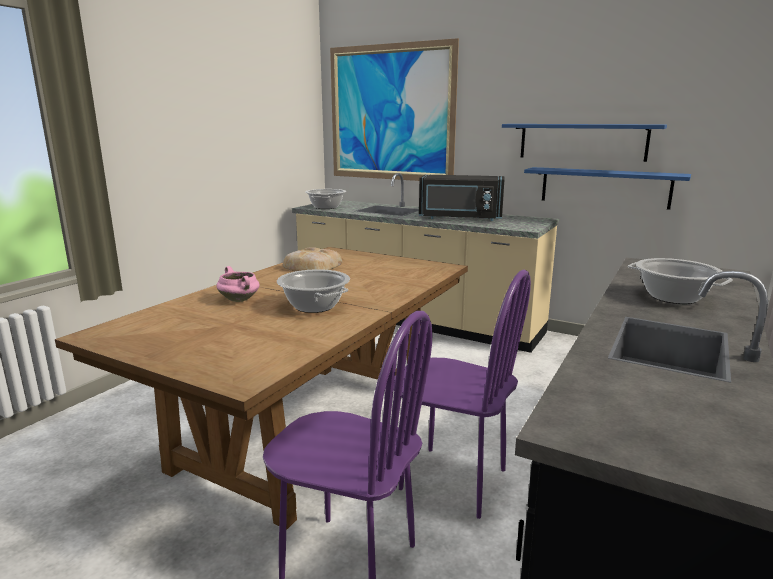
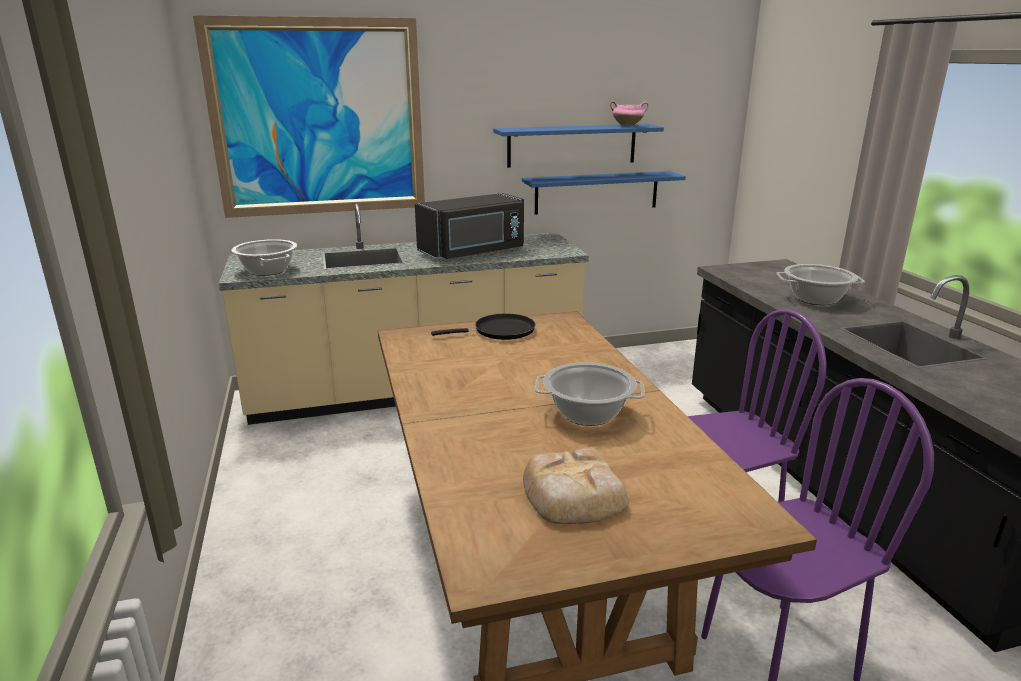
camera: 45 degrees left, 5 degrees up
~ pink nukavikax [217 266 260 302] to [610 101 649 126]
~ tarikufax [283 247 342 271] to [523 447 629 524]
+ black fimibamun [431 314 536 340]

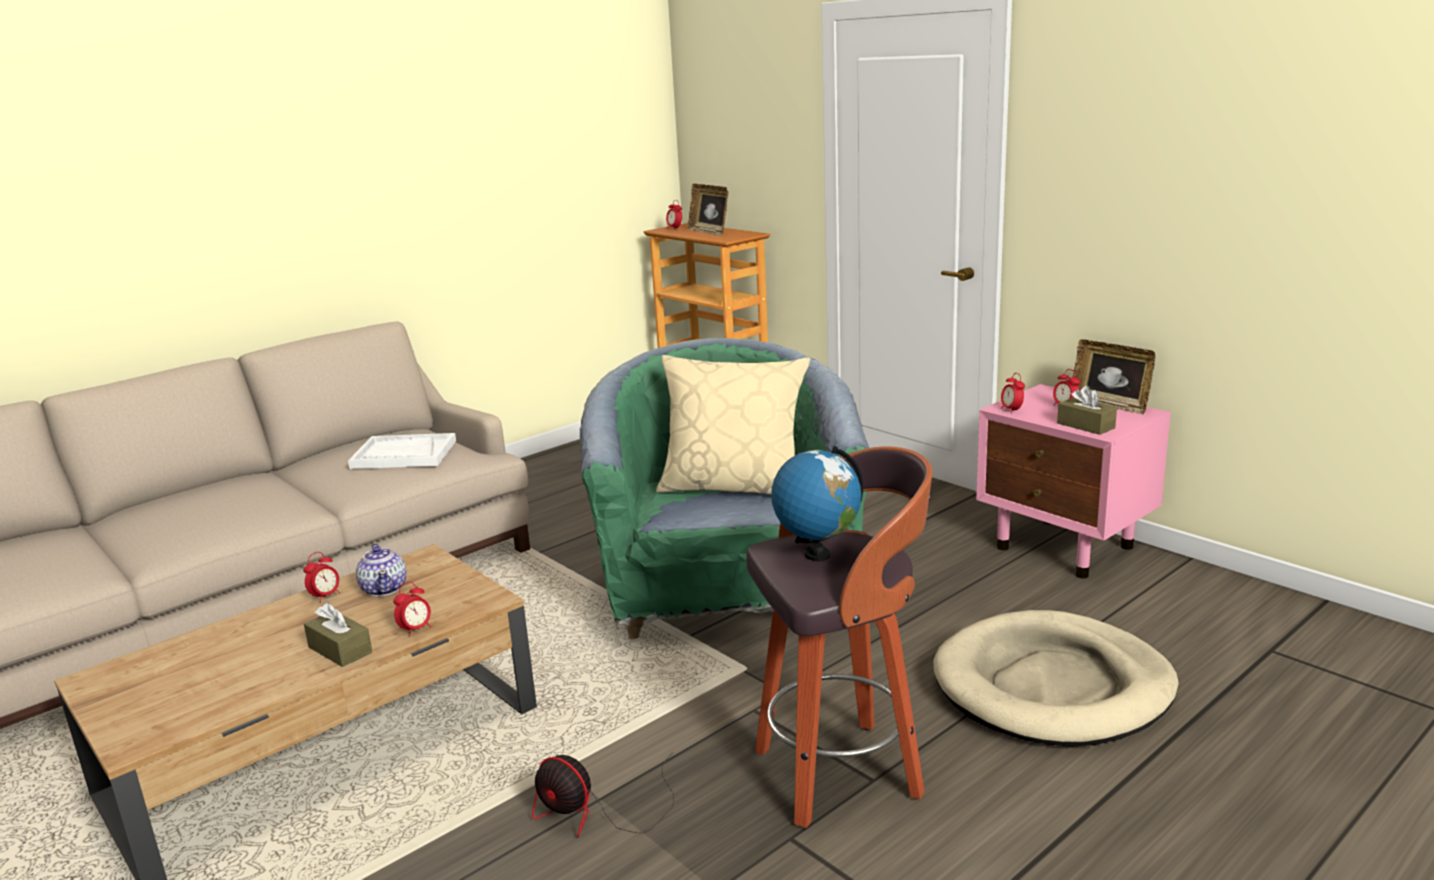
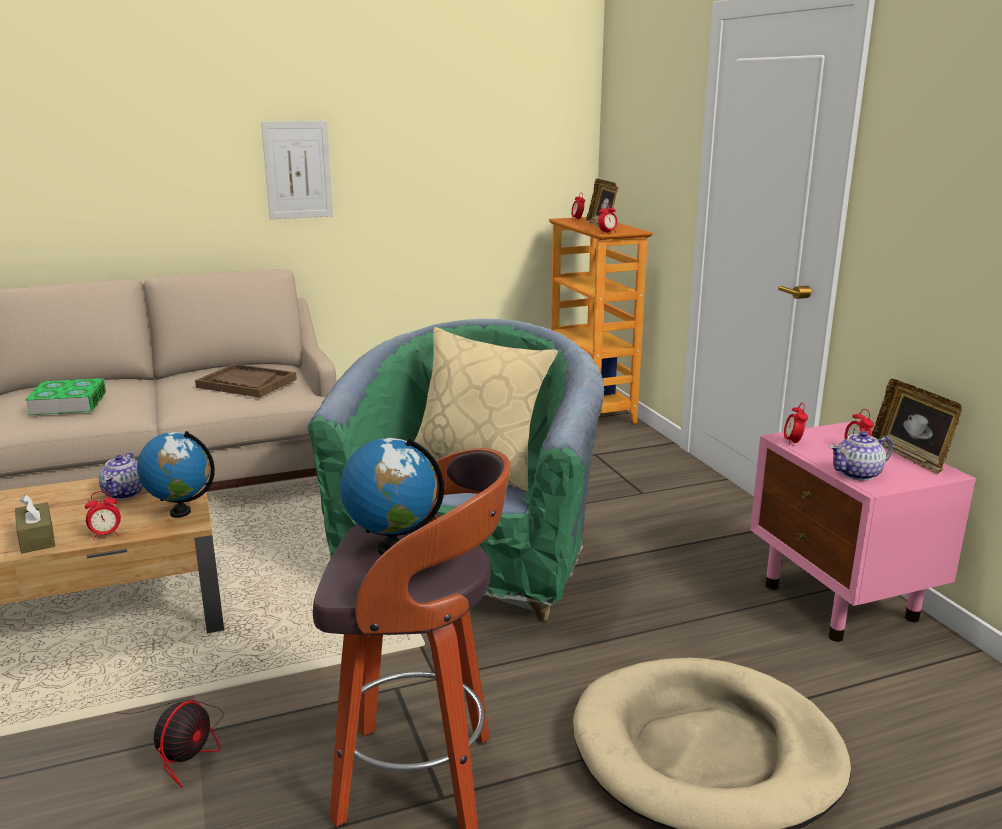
camera: 20 degrees right, 0 degrees up
~ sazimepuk [303 552 340 603] to [598 203 617 234]
~ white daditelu [348 433 456 469] to brown daditelu [195 364 297 398]
~ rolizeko [532 753 674 837] = [117 700 224 788] 120 degrees counterclockwise
~ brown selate [1057 386 1117 435] to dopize [830 431 893 481]
+ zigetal [25 378 106 415]
+ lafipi [137 431 215 518]
+ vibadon [261 121 333 219]

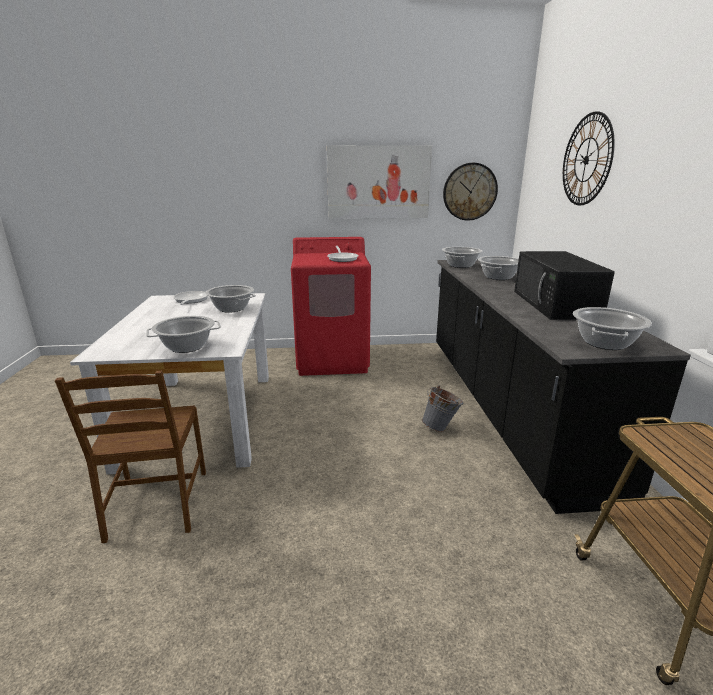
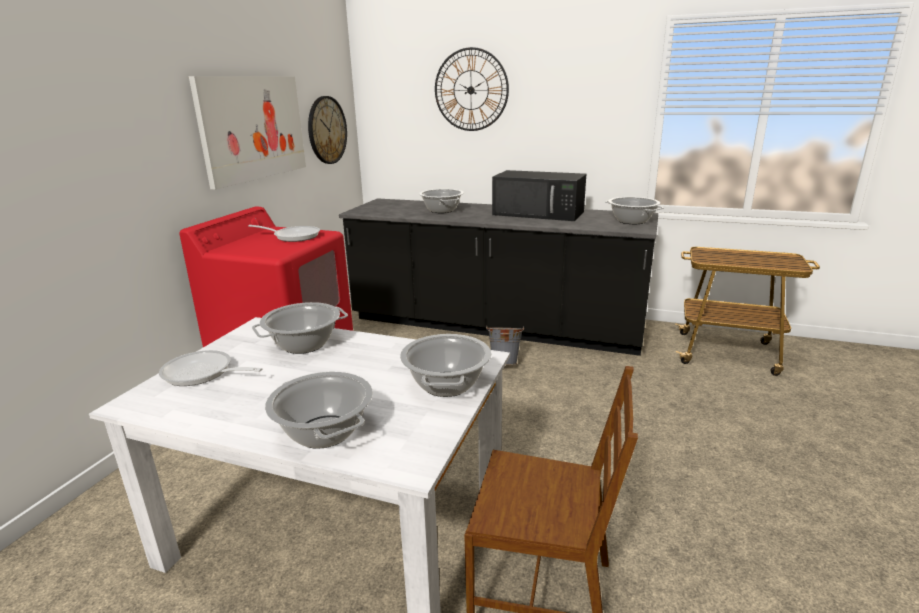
camera: 65 degrees left, 0 degrees up
~ nukavikax [442 247 482 268] to [265 372 373 449]

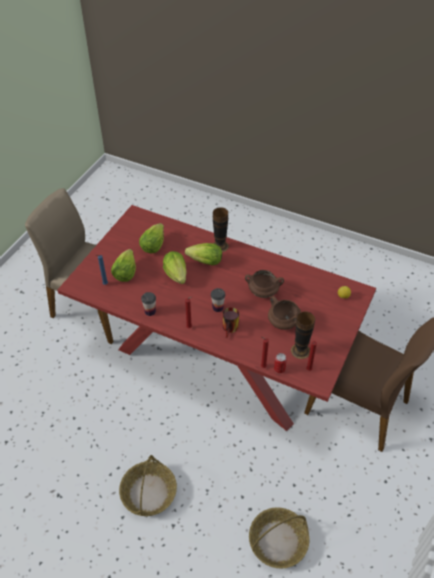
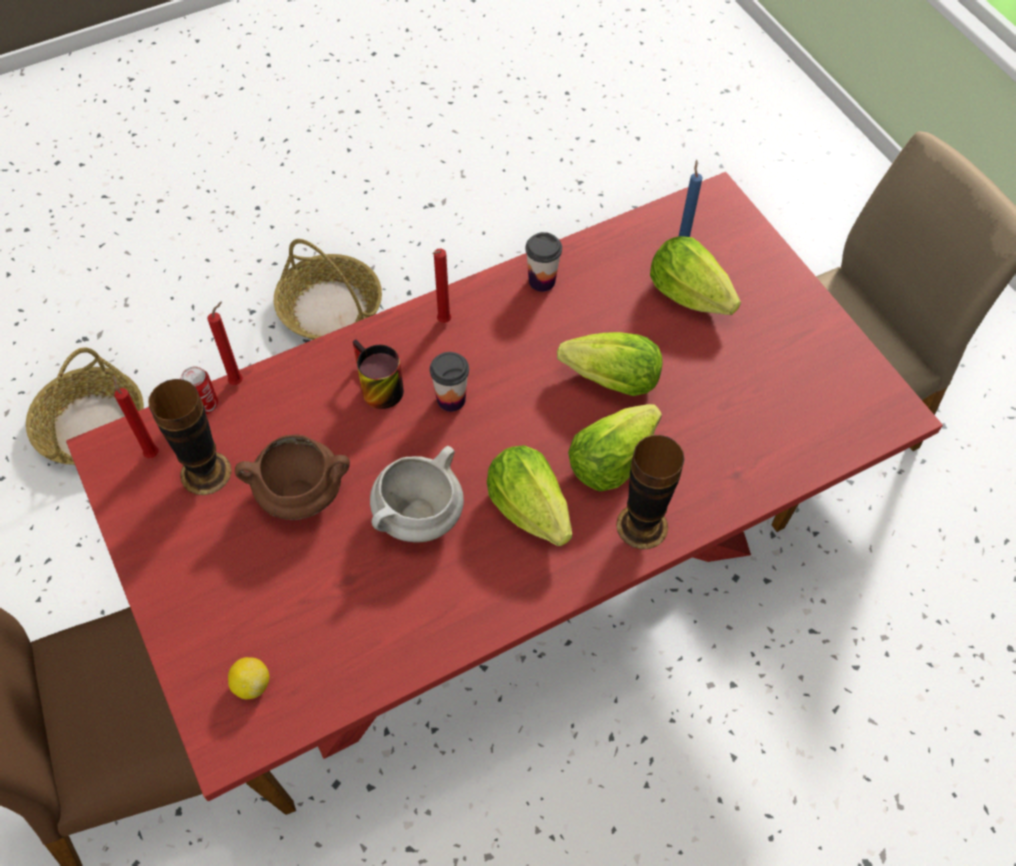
camera: 125 degrees right, 10 degrees up
~ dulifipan [139 223 164 253] to [487 445 572 546]
~ brown nukavikax [245 270 284 298] to white nukavikax [370 446 464 543]

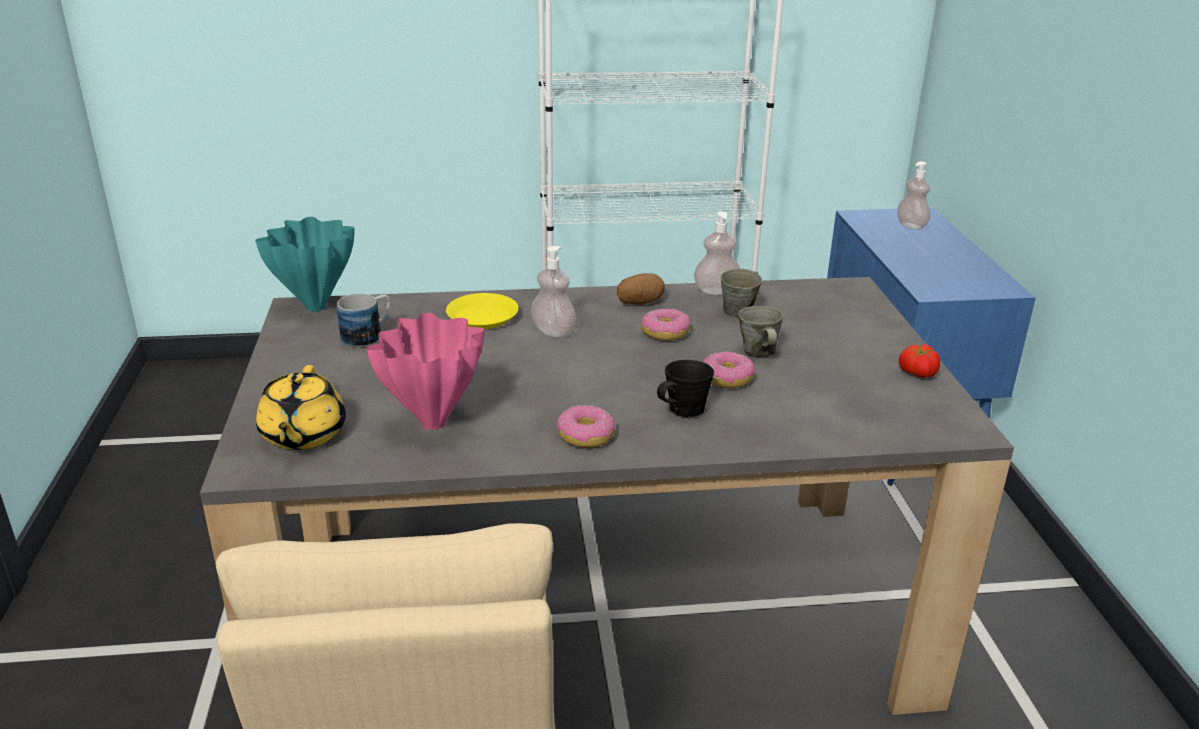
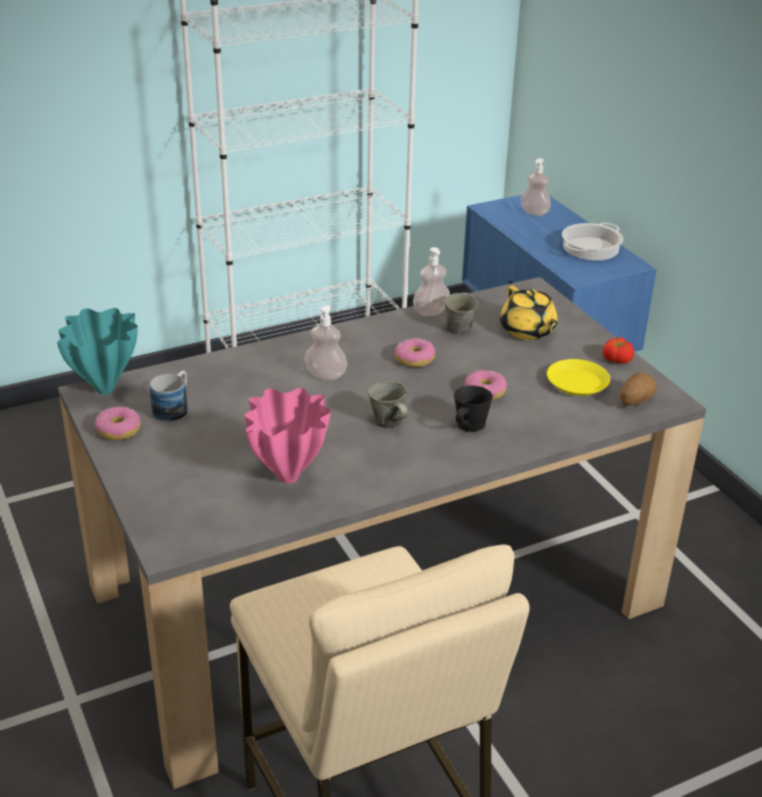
camera: 20 degrees left, 5 degrees up
~ yellow dopize [256 365 346 450] to [500 286 558 340]
~ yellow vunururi [446 293 519 329] to [547 359 610 396]
~ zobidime [557 405 615 448] to [95 407 141 440]
~ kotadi [617 273 665 305] to [620 372 657 406]
~ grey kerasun [738 306 783 357] to [368 381 408 428]
+ nukavikax [562 222 623 260]

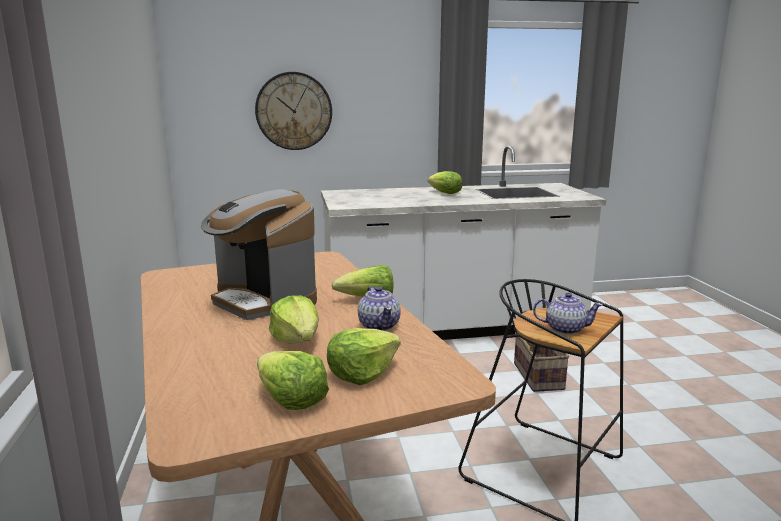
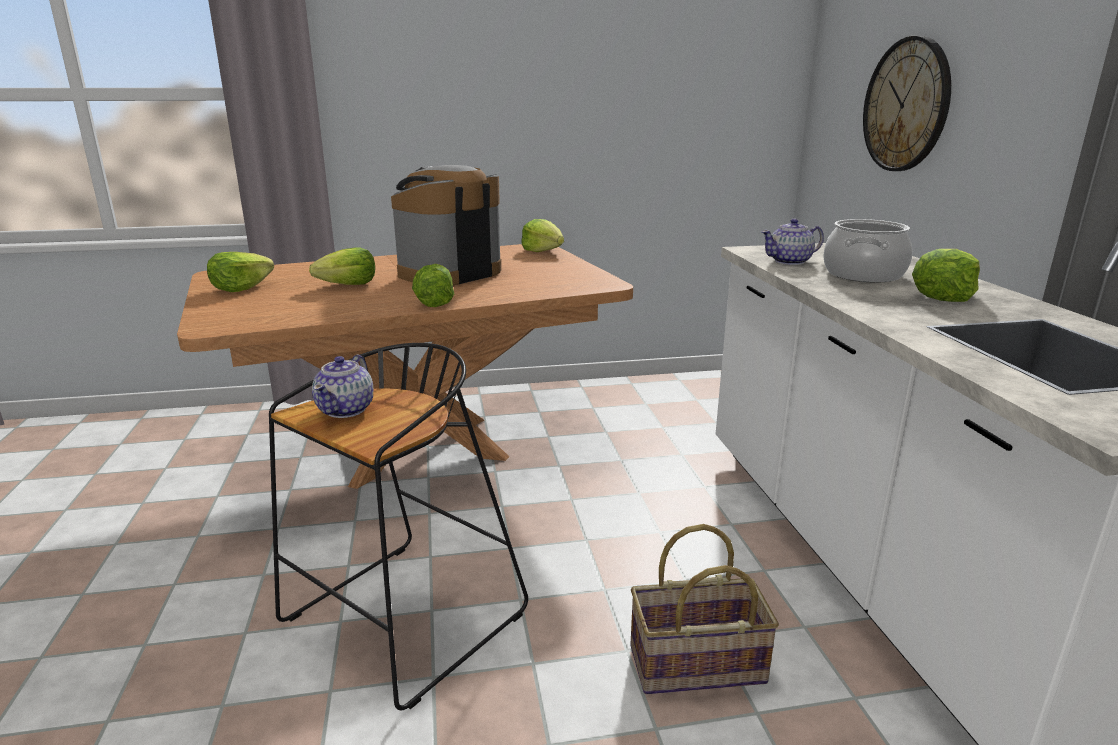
camera: 90 degrees right, 5 degrees up
~ dulifipan [327 328 401 385] to [521 219 564 252]
~ dopize [358 286 401 331] to [761 219 824 265]
+ nukavikax [823 219 913 282]

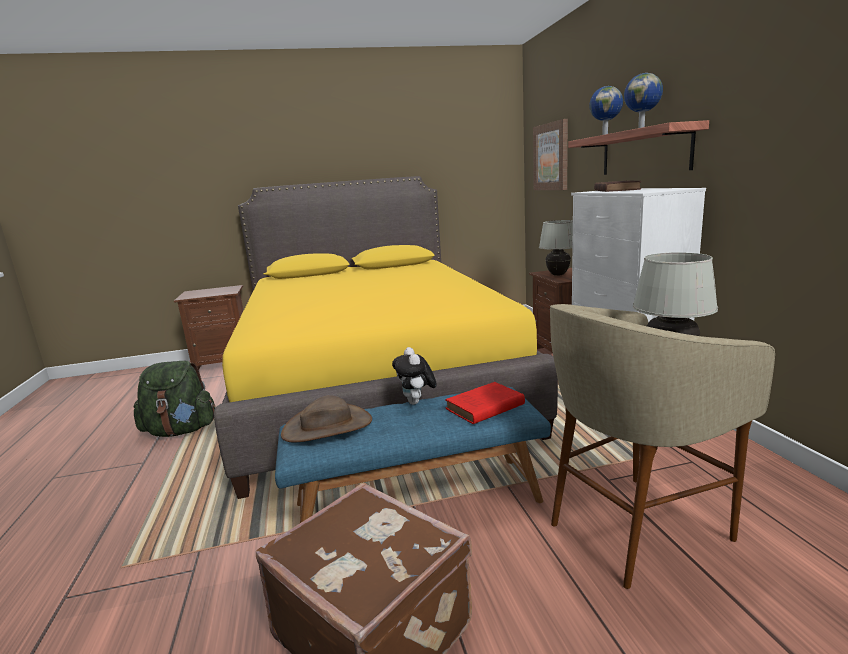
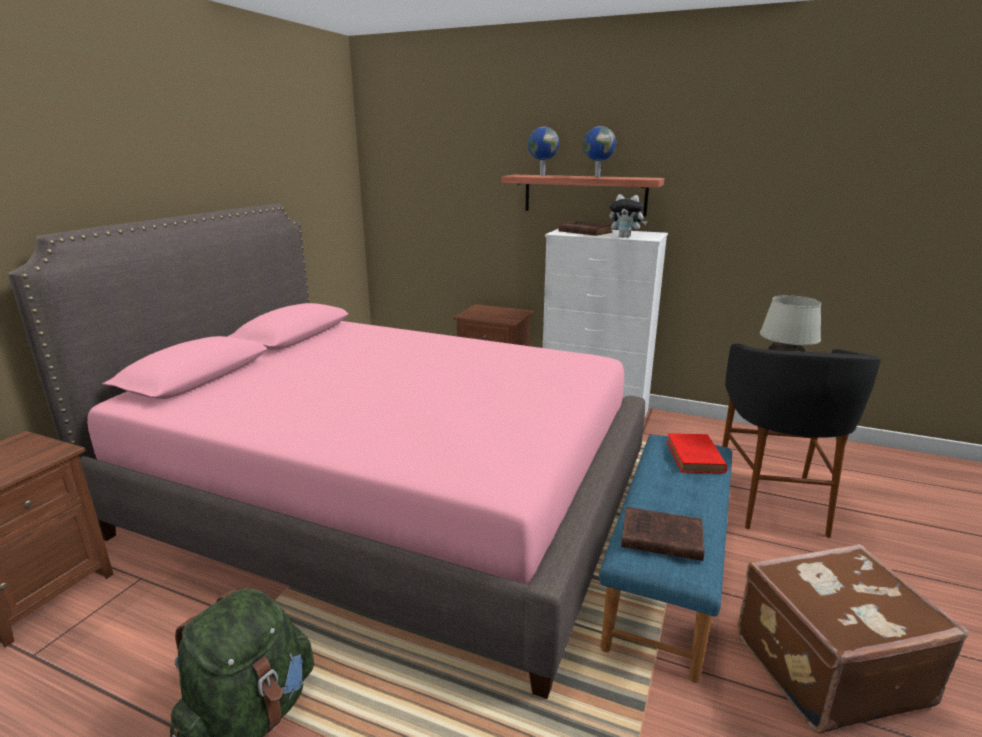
camera: 55 degrees left, 5 degrees up
~ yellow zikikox [214 176 558 499] to pink zikikox [8 204 645 699]
~ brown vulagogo [281 395 372 443] to brown zigetal [621 507 705 561]
~ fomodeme [392 347 437 405] to [609 194 648 238]
- vibadon [533 119 568 190]
- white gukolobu [539 220 573 276]
~ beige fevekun [550 304 775 589] to black fevekun [722 344 881 538]

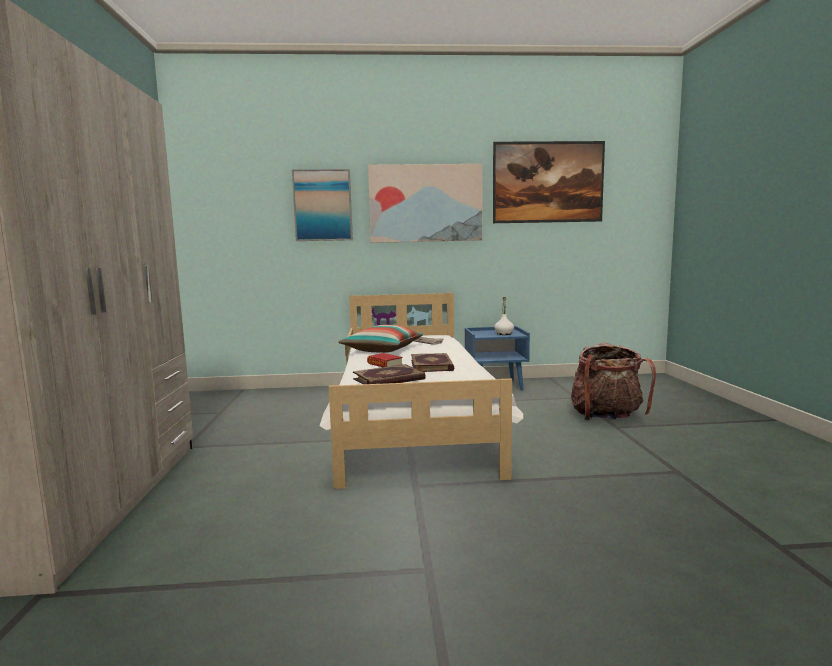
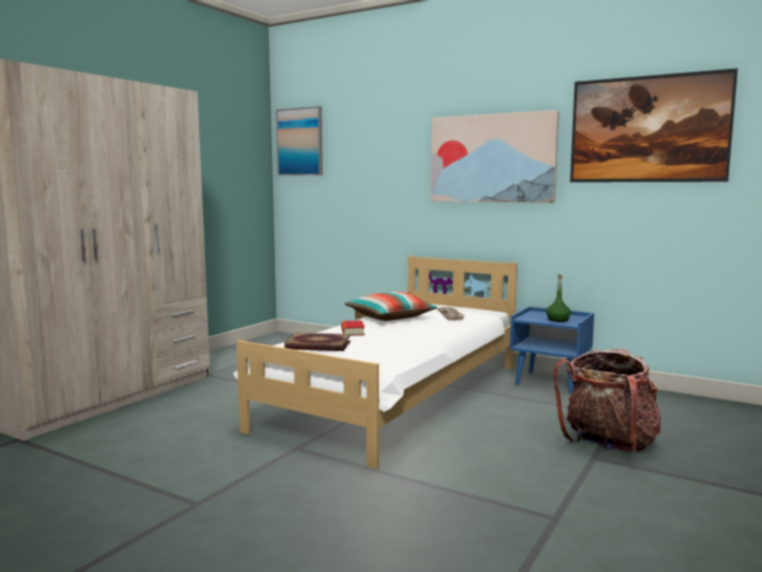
camera: 35 degrees right, 0 degrees up
~ vibadon [292 169 353 241] to [276 106 323 176]
- zigetal [411 353 454 372]
~ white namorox [494 297 514 335] to green namorox [546 274 571 322]

